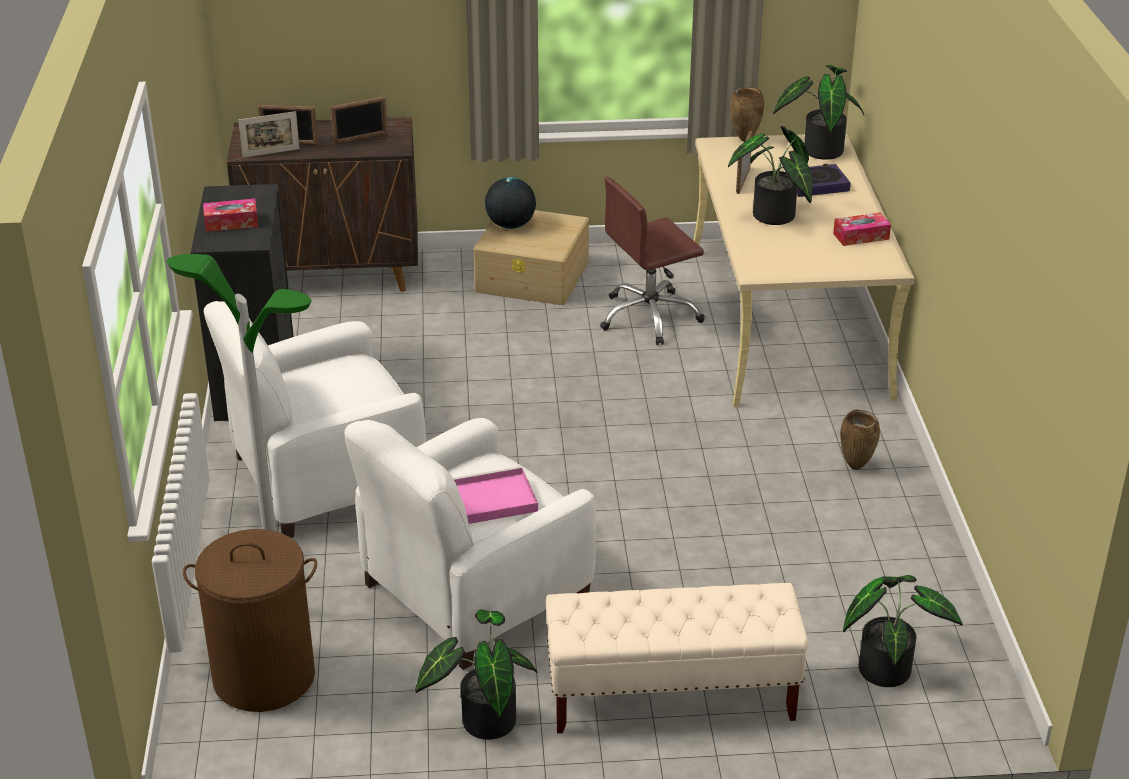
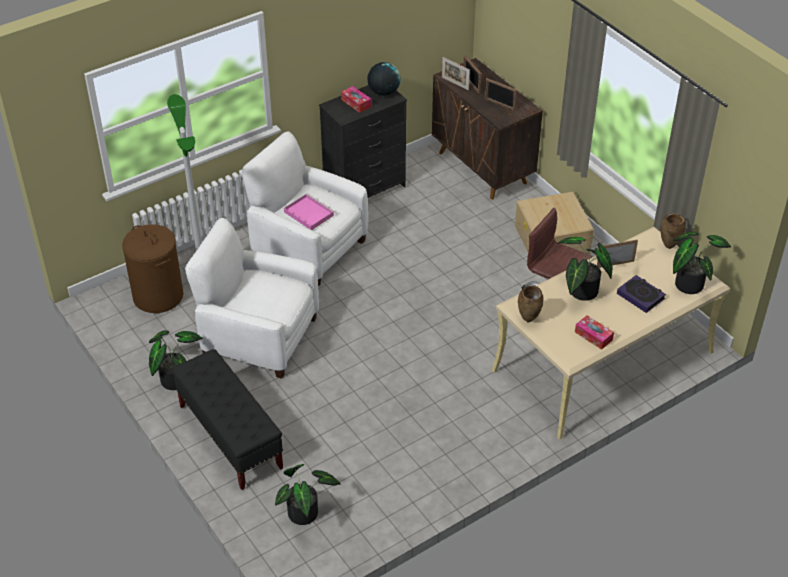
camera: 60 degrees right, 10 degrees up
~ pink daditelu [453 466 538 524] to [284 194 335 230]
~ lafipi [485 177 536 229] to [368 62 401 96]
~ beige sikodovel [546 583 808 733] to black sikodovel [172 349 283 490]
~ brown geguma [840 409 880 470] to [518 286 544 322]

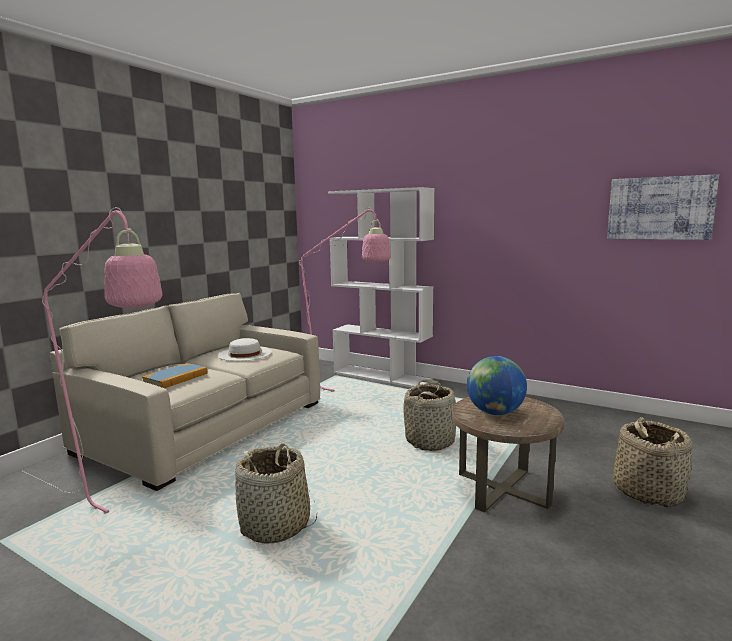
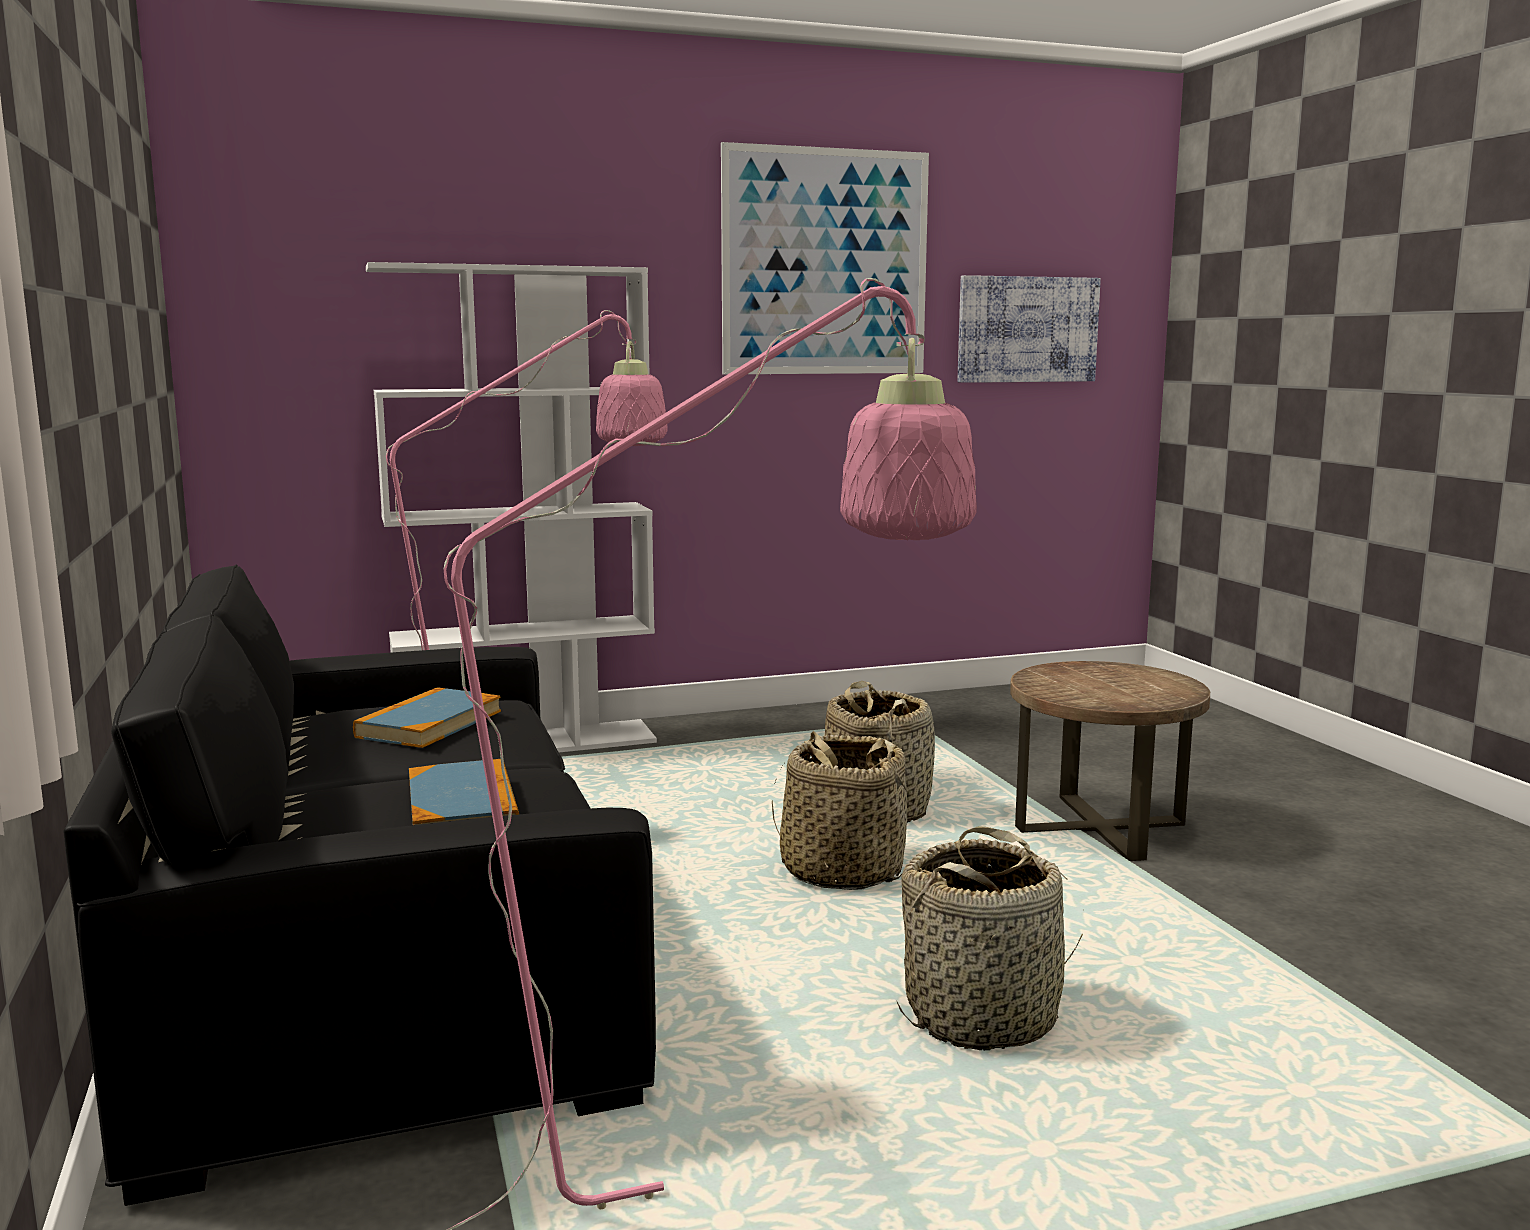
camera: 50 degrees left, 0 degrees up
~ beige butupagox [50 293 320 491] to black butupagox [63 564 656 1206]
~ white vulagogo [218 338 272 361] to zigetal [353 687 501 748]
- lafipi [467 356 527 415]
~ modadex [613 417 692 507] to [772 731 908 890]
+ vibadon [721 142 929 374]

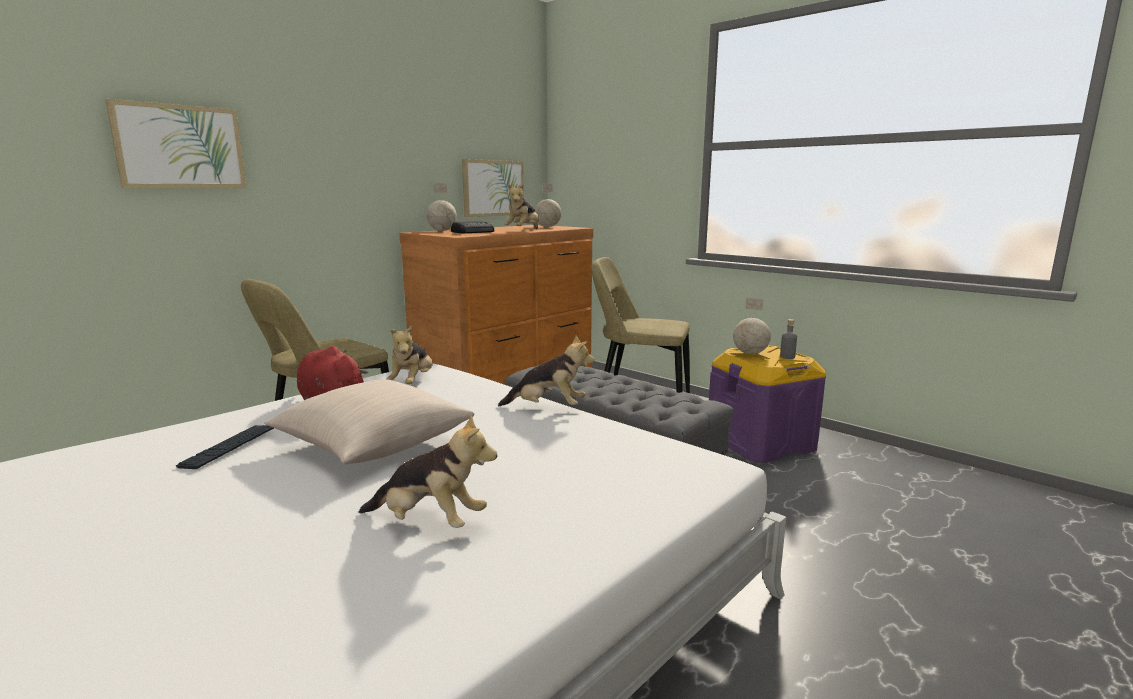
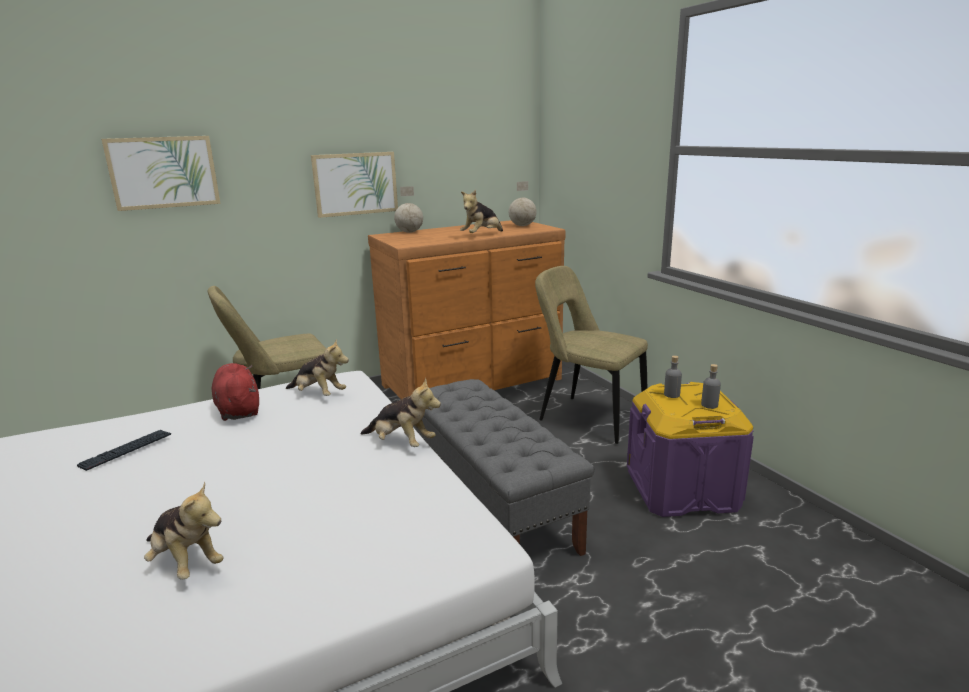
camera: 20 degrees right, 5 degrees up
- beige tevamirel [264 379 474 464]
~ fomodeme [387 326 433 384] = [286 339 349 396] 90 degrees counterclockwise
- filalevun [451 221 494 233]
~ vibadon [462 159 524 217] to [311 152 398 218]
~ lafipi [733 298 771 354] to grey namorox [664 355 682 398]

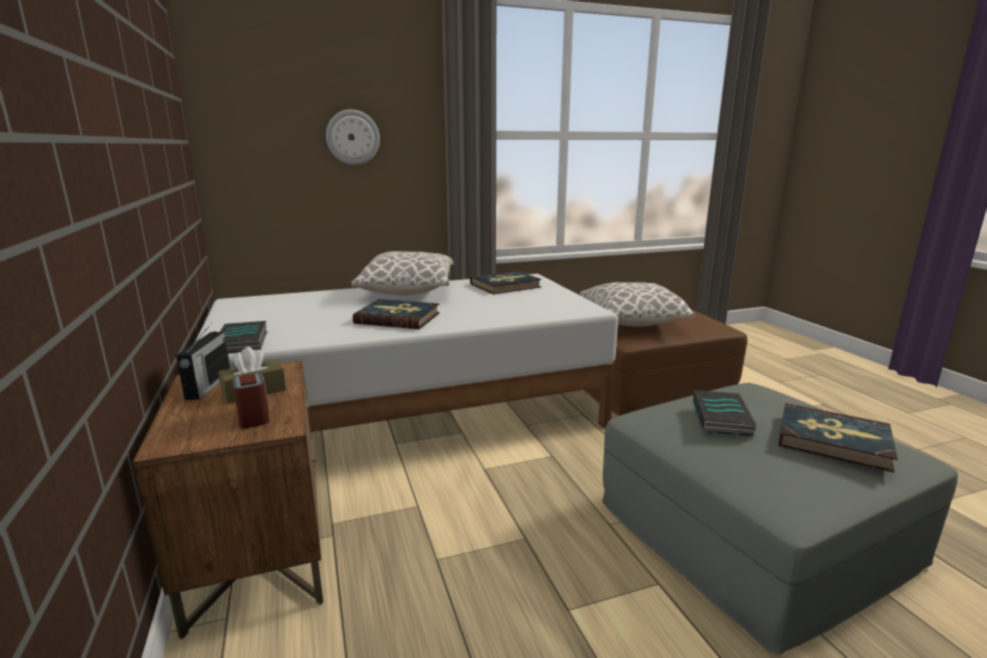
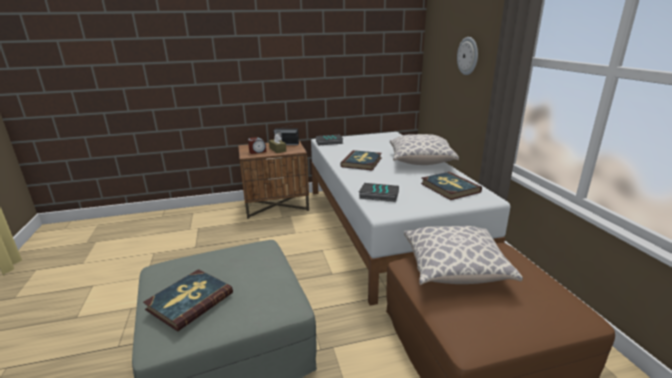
camera: 95 degrees right, 5 degrees up
~ zigetal [693 390 757 436] to [359 183 399 202]

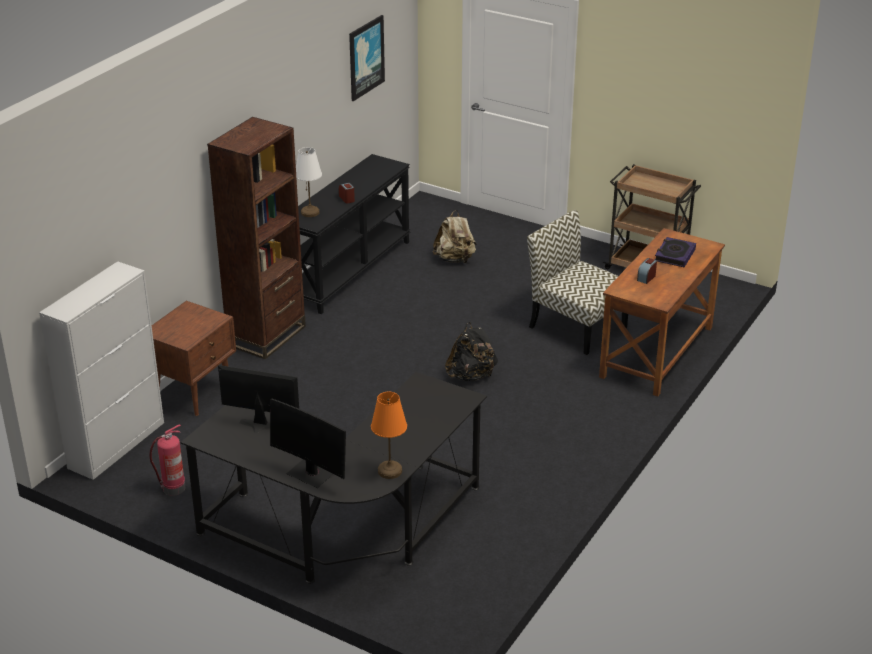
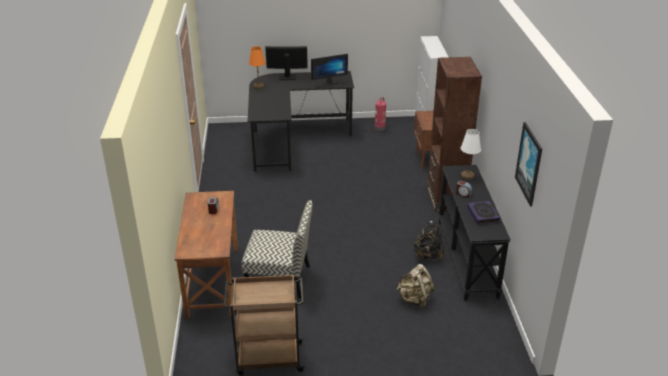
camera: 145 degrees right, 0 degrees up
~ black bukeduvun [445 322 498 381] to [413 221 444 261]
~ zigetal [655 237 696 267] to [467 201 500 225]

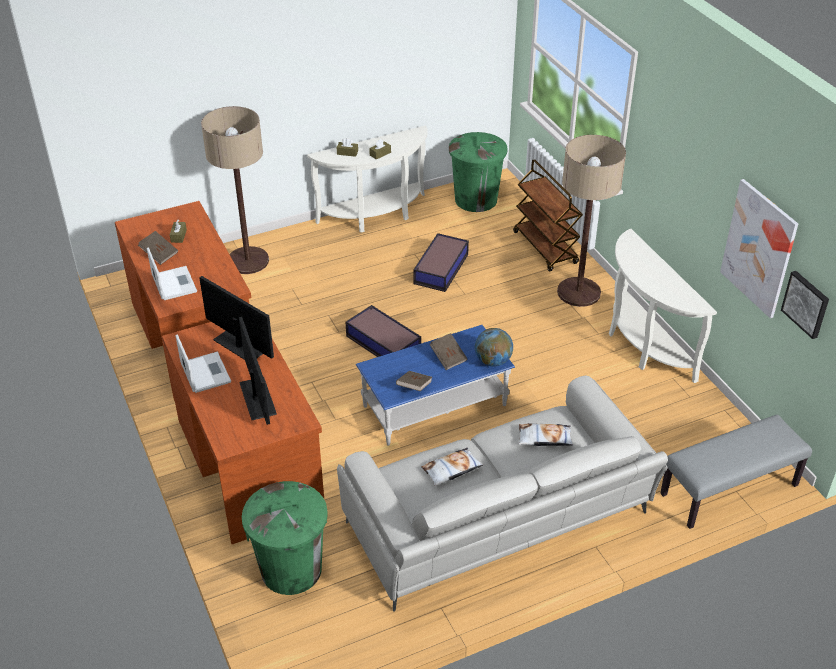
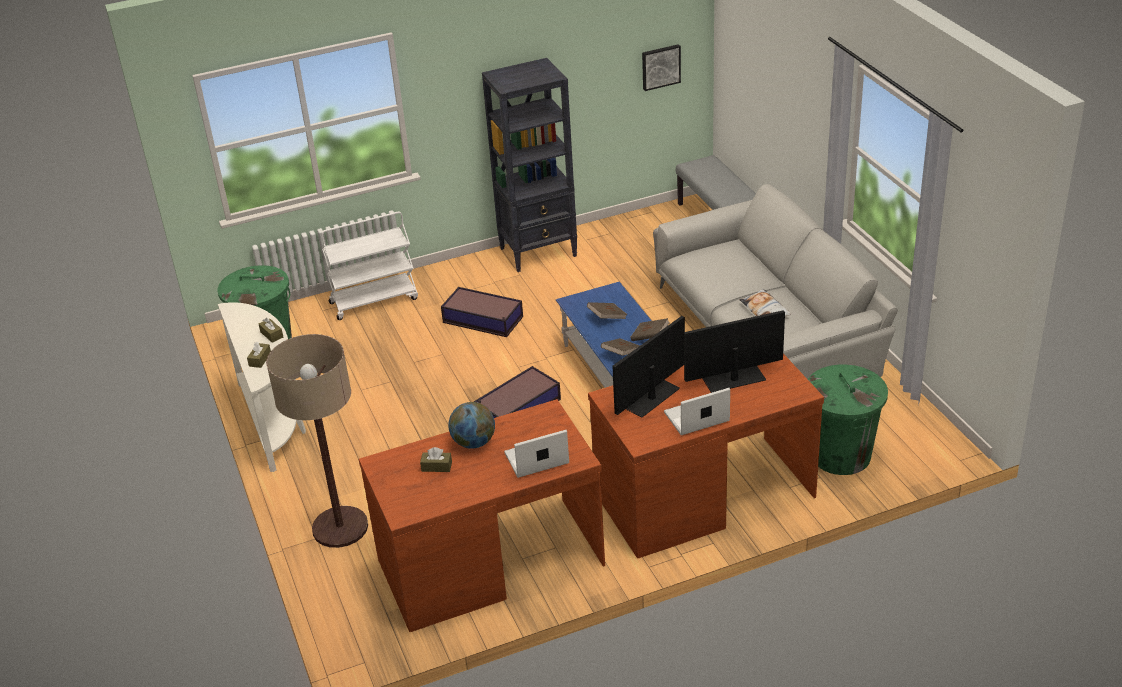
camera: 85 degrees left, 5 degrees down
~ brown zigetal [138 231 178 265] to [601 338 640 356]
~ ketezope [413 233 469 292] to [441 287 523 337]
~ lafipi [475 328 513 367] to [449 402 495 449]
~ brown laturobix [513 159 583 272] to white laturobix [322 212 418 320]
- tevamirel [518 423 573 446]
- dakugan [557 135 626 307]
~ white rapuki [609 229 717 383] to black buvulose [482 58 577 272]
- vibadon [720 179 798 318]

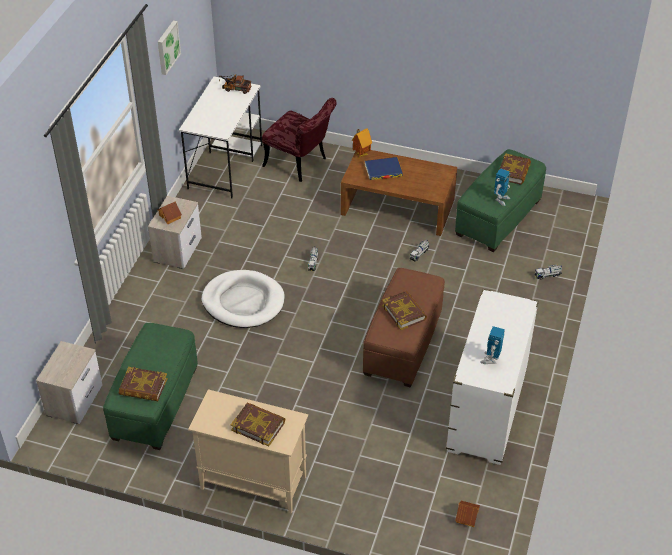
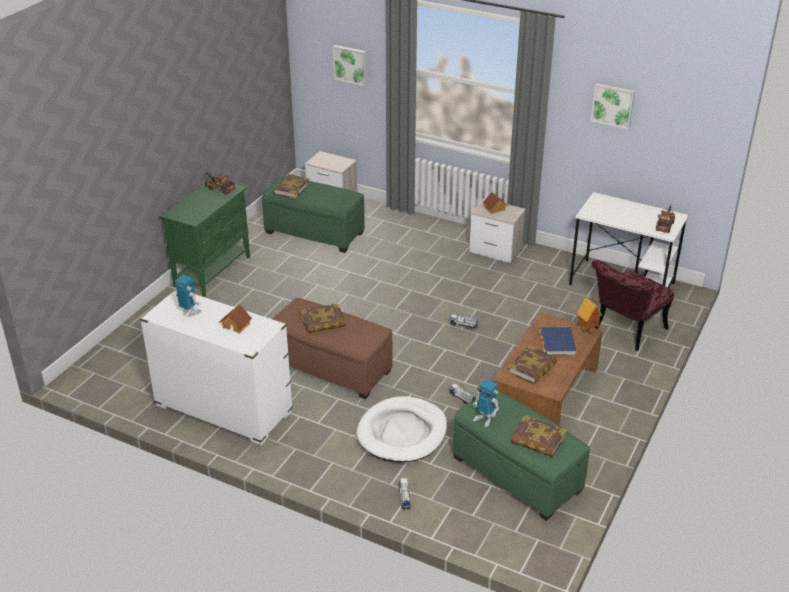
camera: 100 degrees right, 10 degrees down
~ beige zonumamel [188 389 308 514] to green zonumamel [160 179 250 297]
~ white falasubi [201 270 285 328] to [356 396 447 462]
~ zigetal [231 402 285 446] to [508 346 557 384]
~ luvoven [455 501 480 527] to [219 304 252 334]
+ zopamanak [204 172 235 195]
+ vibadon [333 45 367 86]

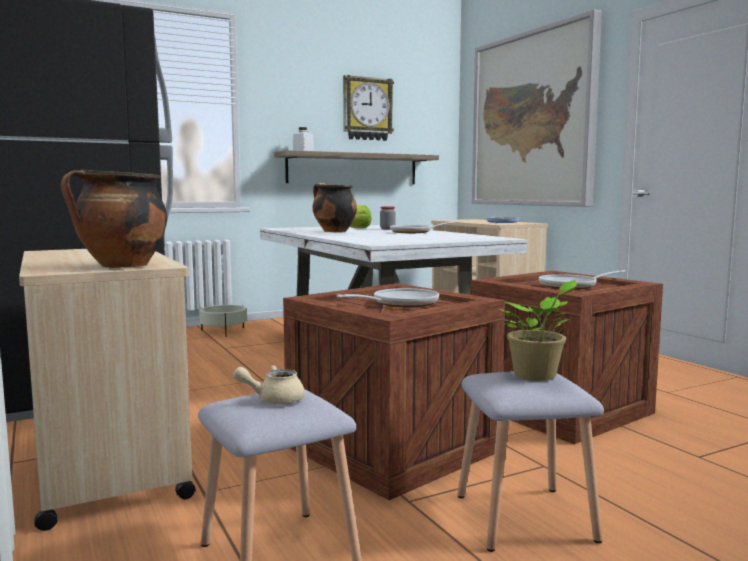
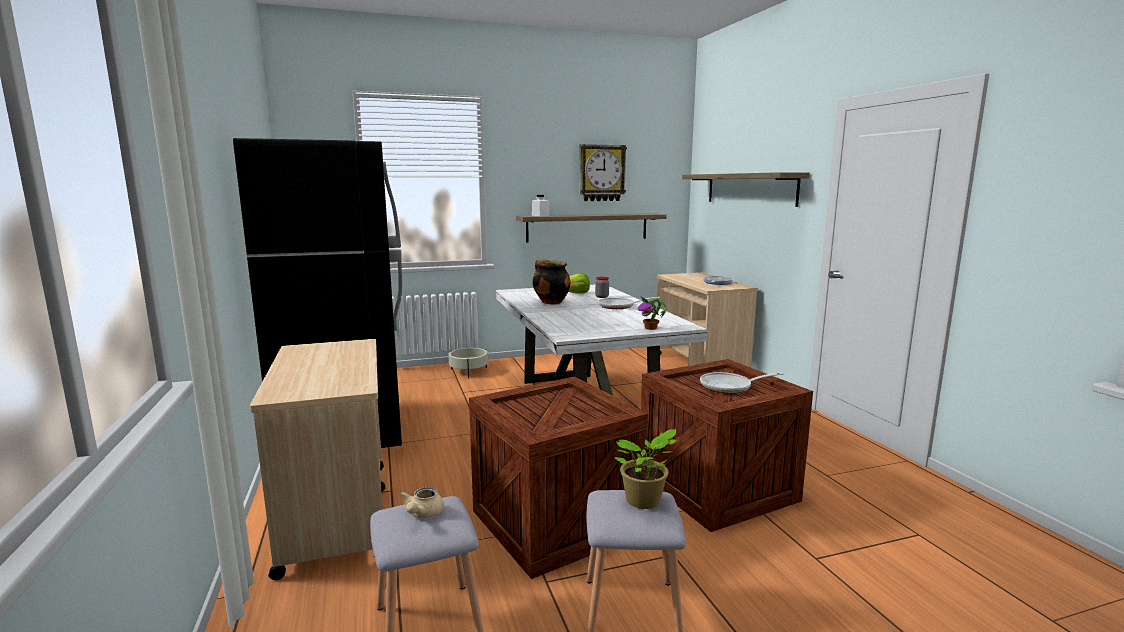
camera: 10 degrees right, 5 degrees up
- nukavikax [61 170 167 268]
~ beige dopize [233 365 305 405] = [400 487 444 519] 75 degrees counterclockwise
- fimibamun [336 288 439 307]
~ vibadon [472 9 602 207] to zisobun [682 172 810 207]
+ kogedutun [638 296 667 330]

